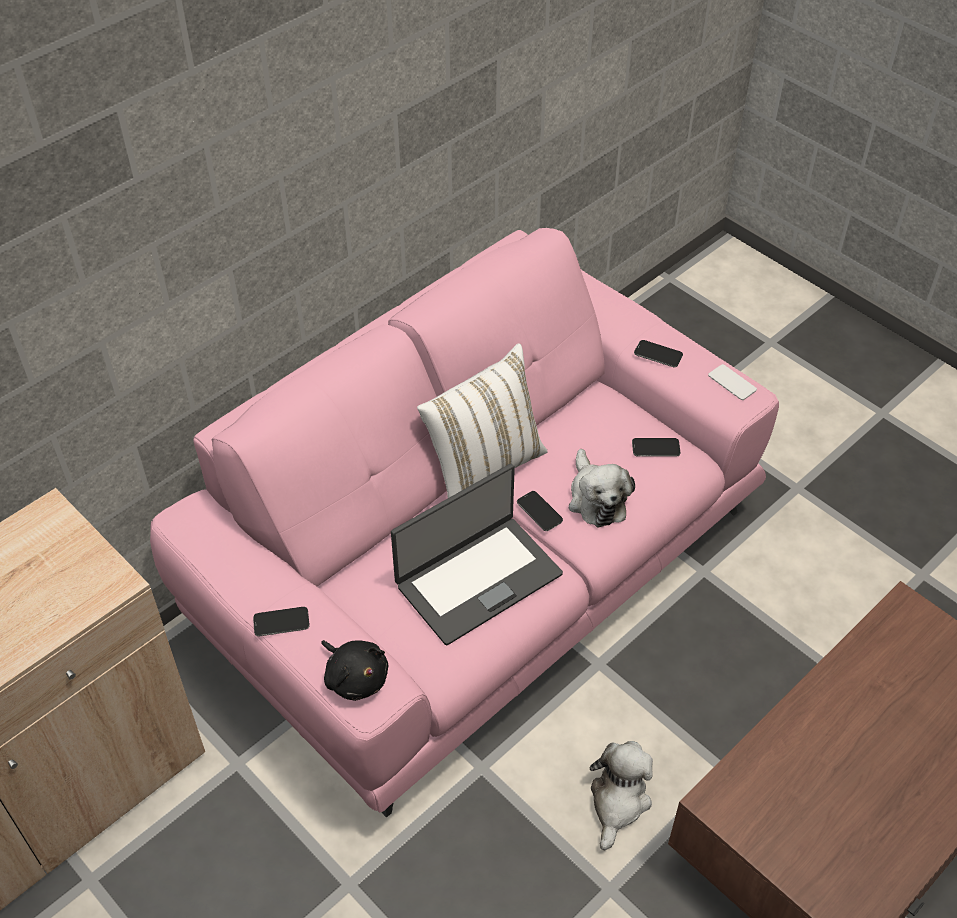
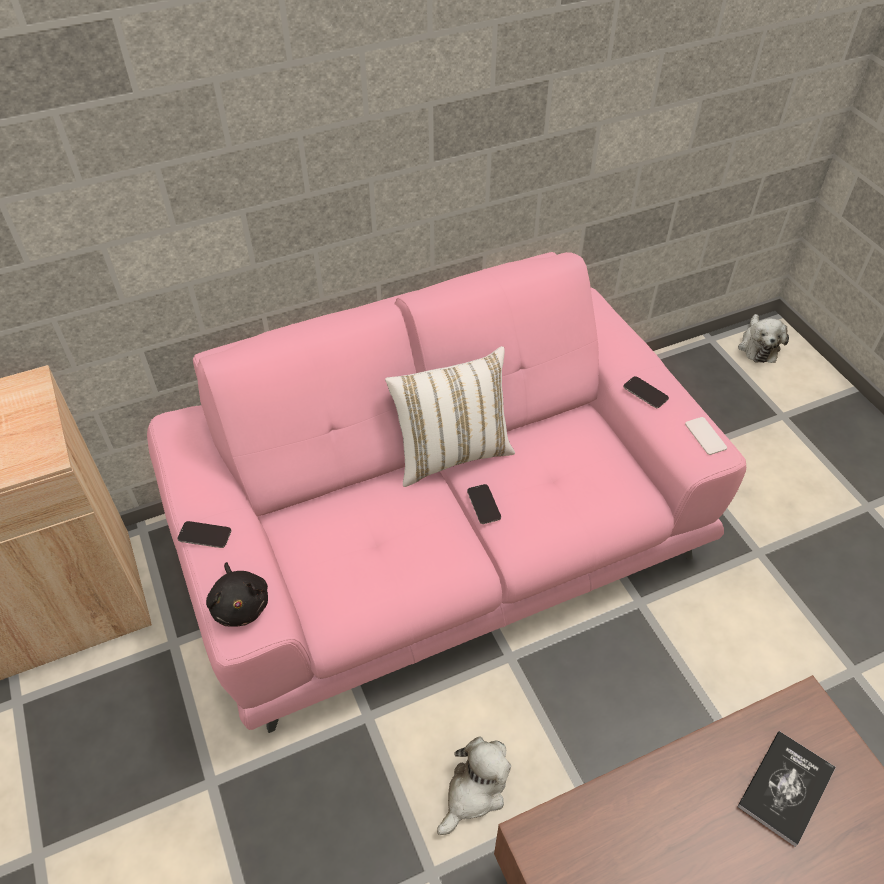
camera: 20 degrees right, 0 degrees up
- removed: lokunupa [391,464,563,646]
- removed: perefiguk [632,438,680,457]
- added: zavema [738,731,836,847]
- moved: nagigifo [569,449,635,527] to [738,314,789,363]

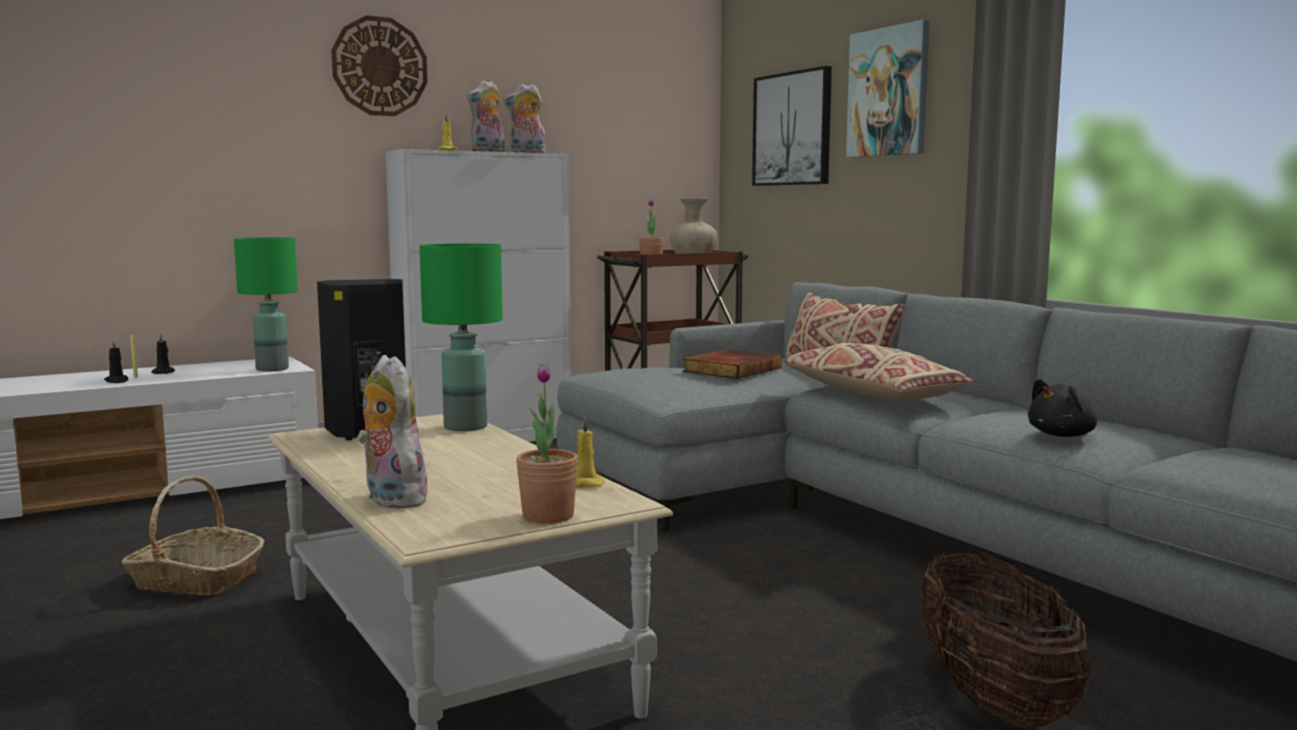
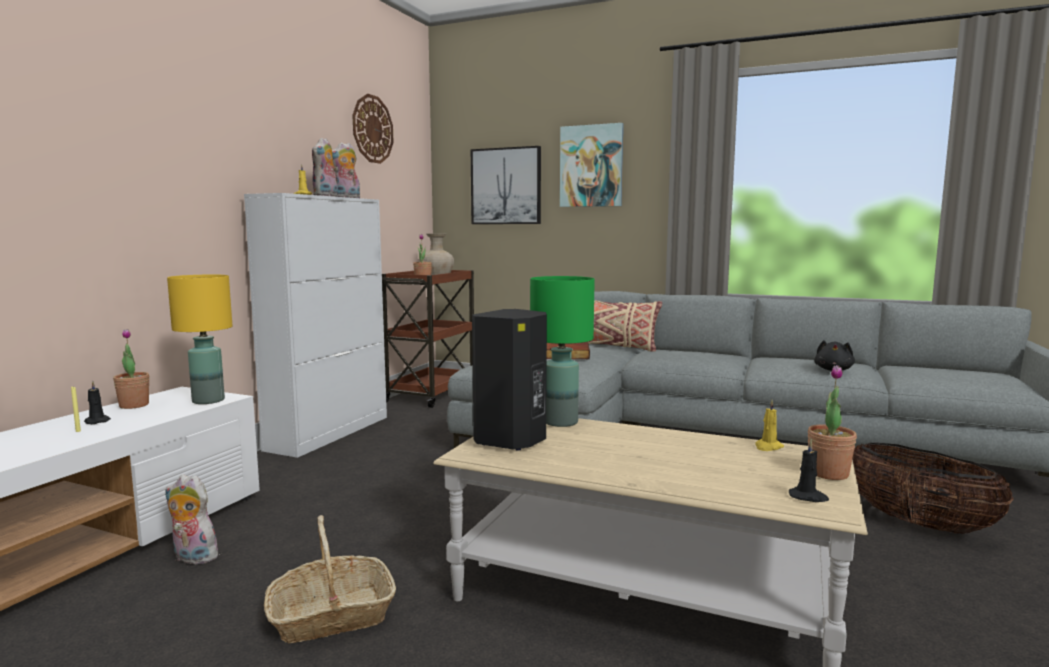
camera: 35 degrees left, 0 degrees up
- removed: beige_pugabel [785,343,974,402]
- added: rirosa [113,329,149,409]
- moved: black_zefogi [104,339,128,383] to [789,439,829,502]
- moved: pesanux [331,15,428,116] to [352,94,394,164]
- moved: nagigifo [357,355,428,509] to [165,474,224,564]
- recoloured: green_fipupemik [234,237,298,371] to yellow_fipupemik [167,274,232,404]

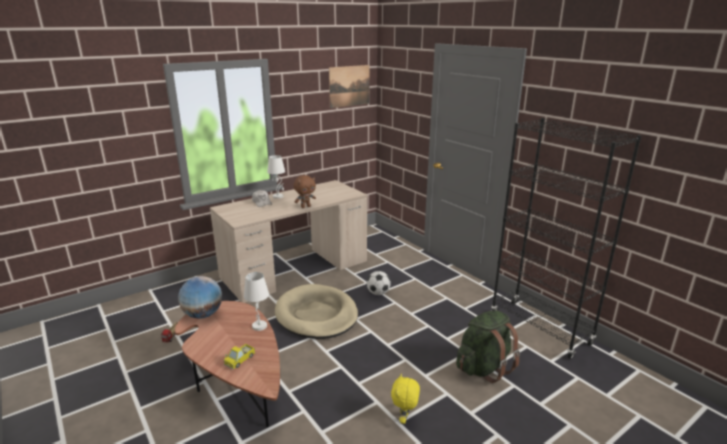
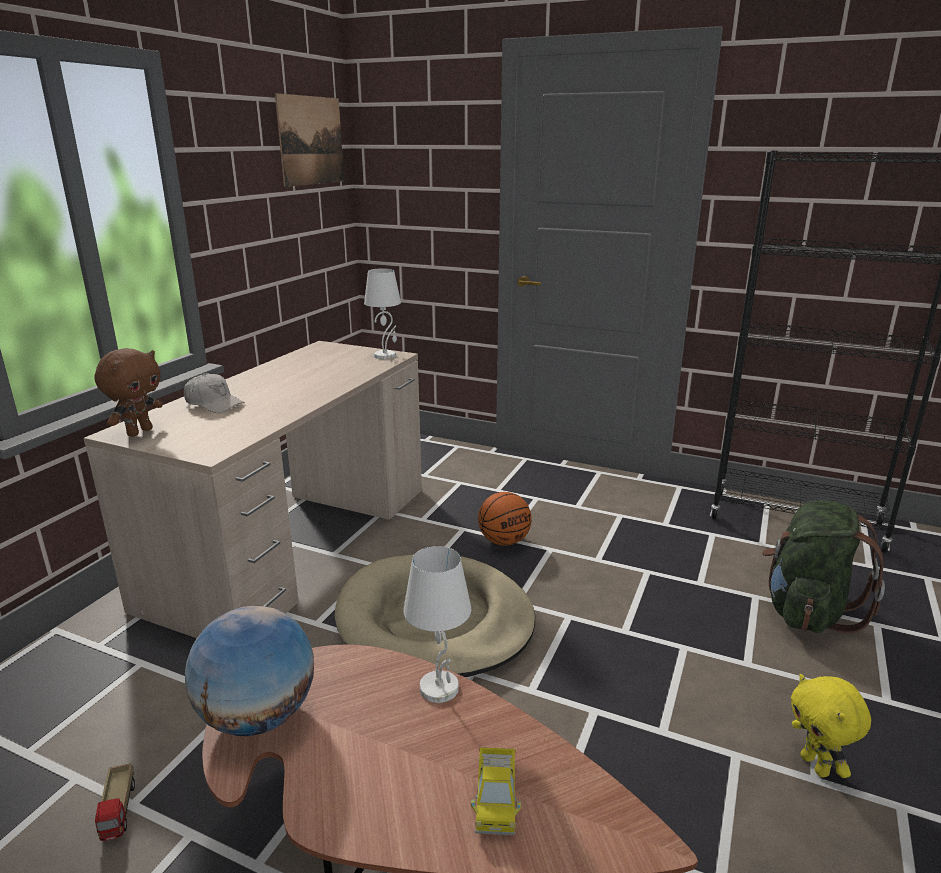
camera: 30 degrees left, 0 degrees up
- moved: white_fipupemik [267,155,285,199] to [364,269,401,359]
- moved: brown_nagigifo [294,175,316,208] to [95,348,162,437]
- replaced: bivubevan [367,271,391,295] to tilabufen [478,492,532,546]

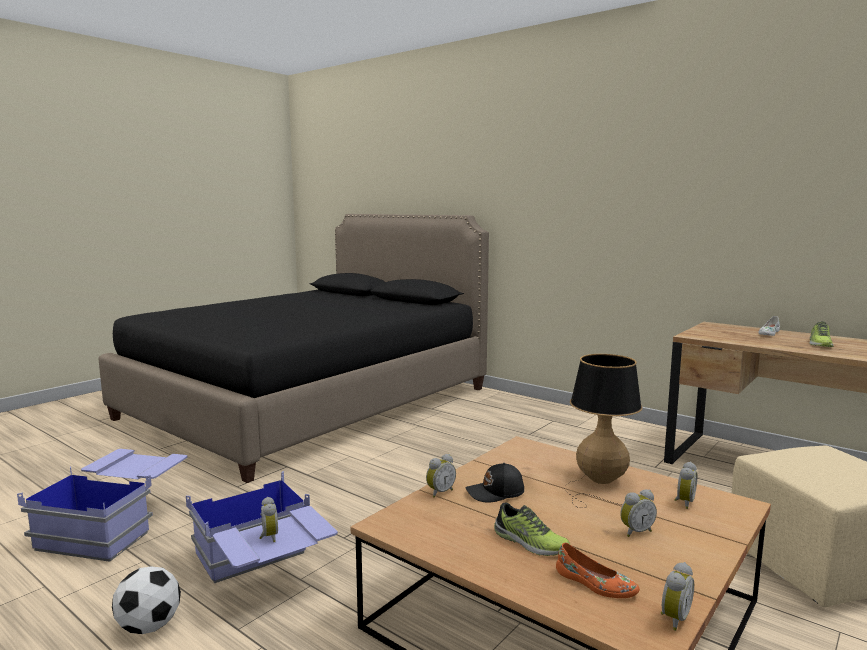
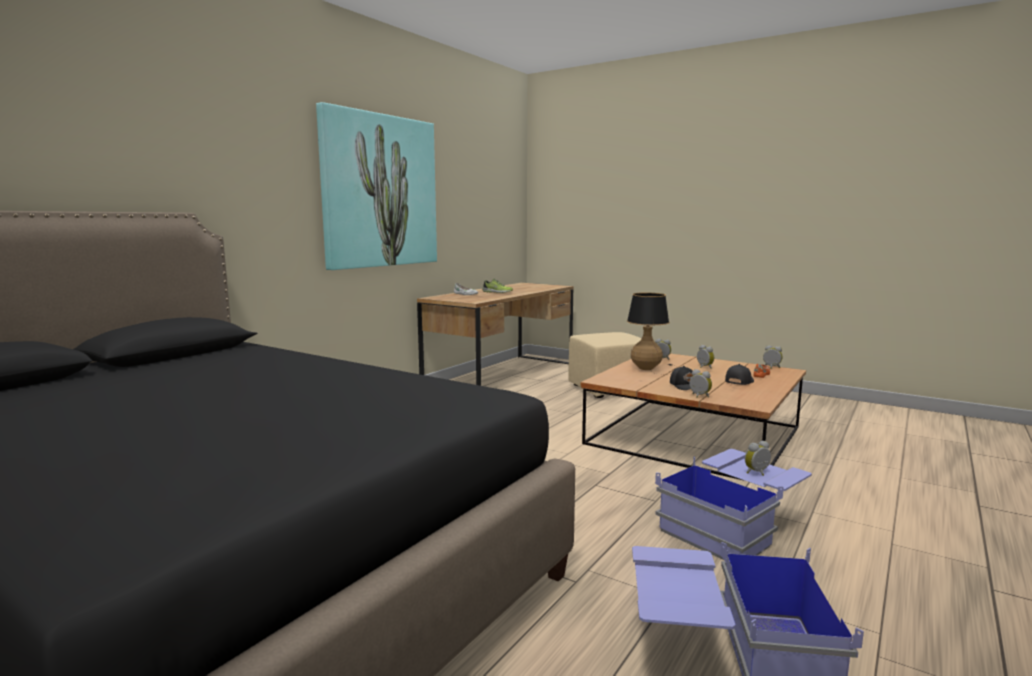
camera: 95 degrees left, 0 degrees up
- removed: bivubevan [112,566,181,634]
- added: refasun [316,102,437,270]
- replaced: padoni [494,503,570,556] to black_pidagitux [725,364,754,385]

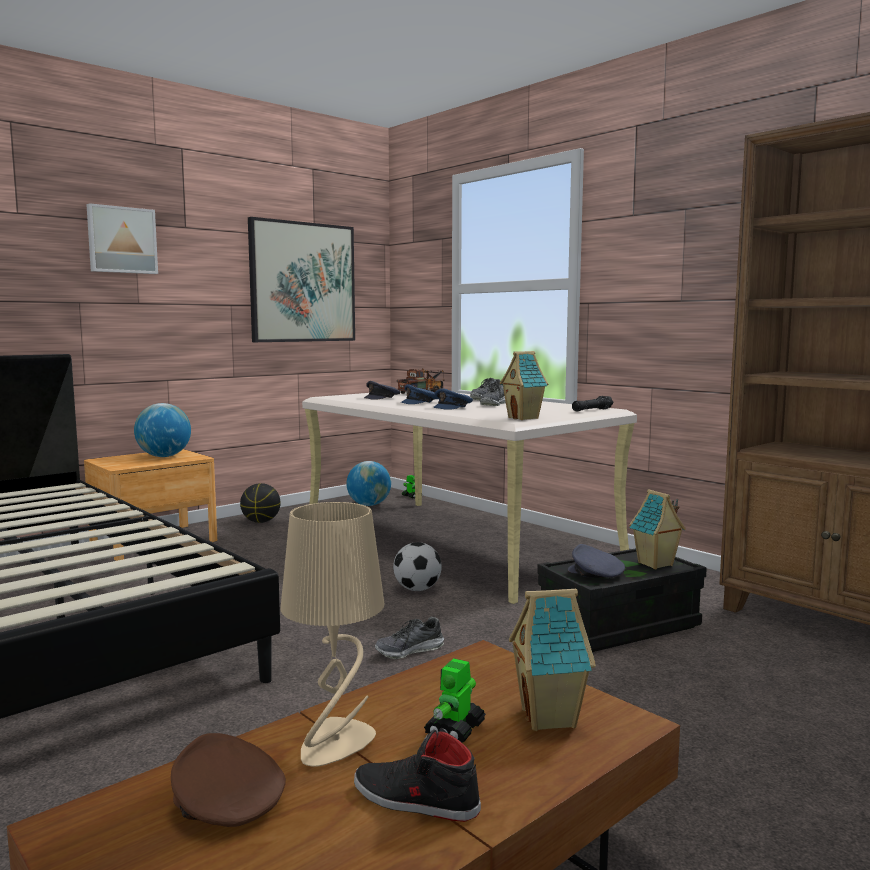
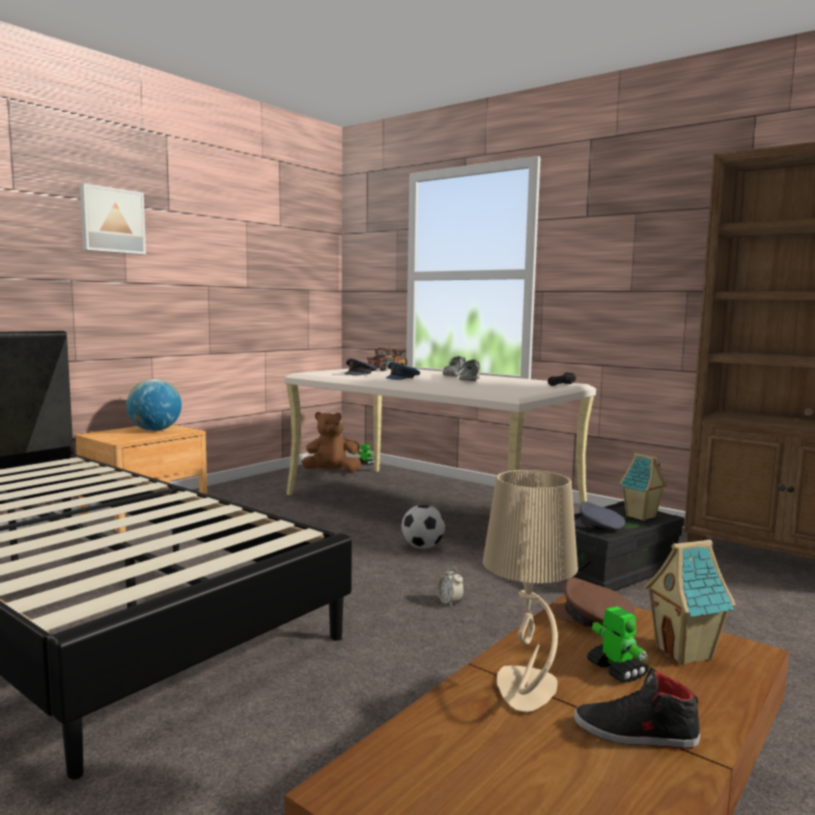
camera: 10 degrees left, 0 degrees up
- removed: tilabufen [240,483,281,523]
- removed: refasun [248,217,355,342]
- removed: blue_pidagitux [433,388,473,410]
- removed: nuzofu [500,351,548,420]
- moved: brown_pidagitux [171,733,286,827] to [554,577,635,627]
- replaced: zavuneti [346,461,391,506] to brown_nagigifo [301,412,361,472]
- replaced: padoni [375,617,444,659] to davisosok [437,567,464,607]
- turned: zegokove [424,658,486,742] = [587,606,649,683] 135 degrees clockwise

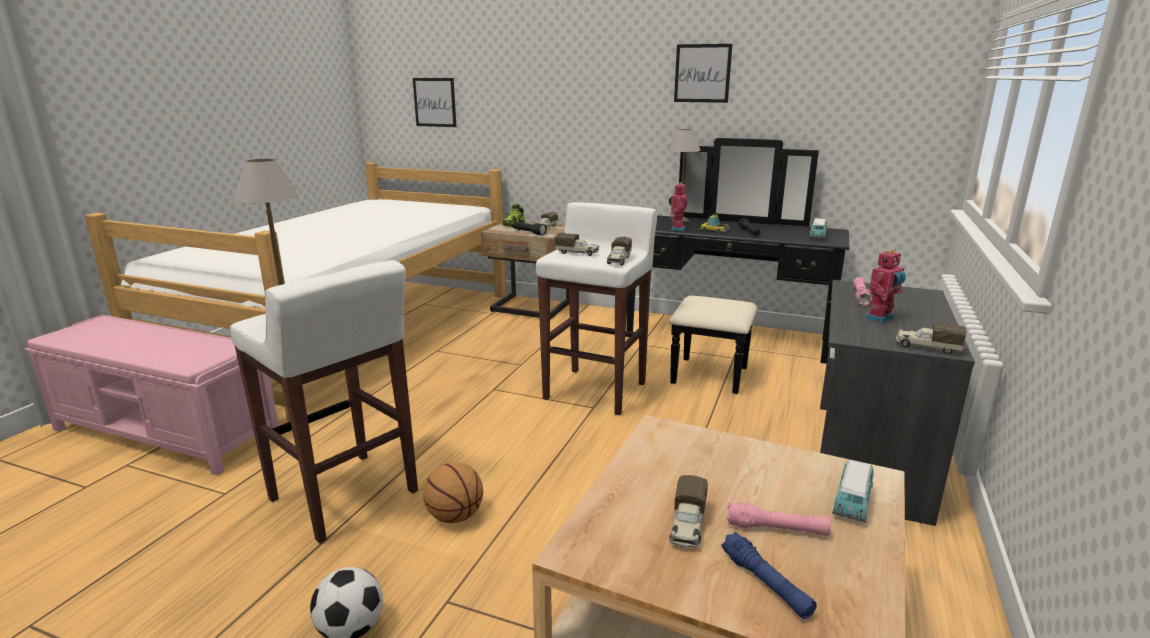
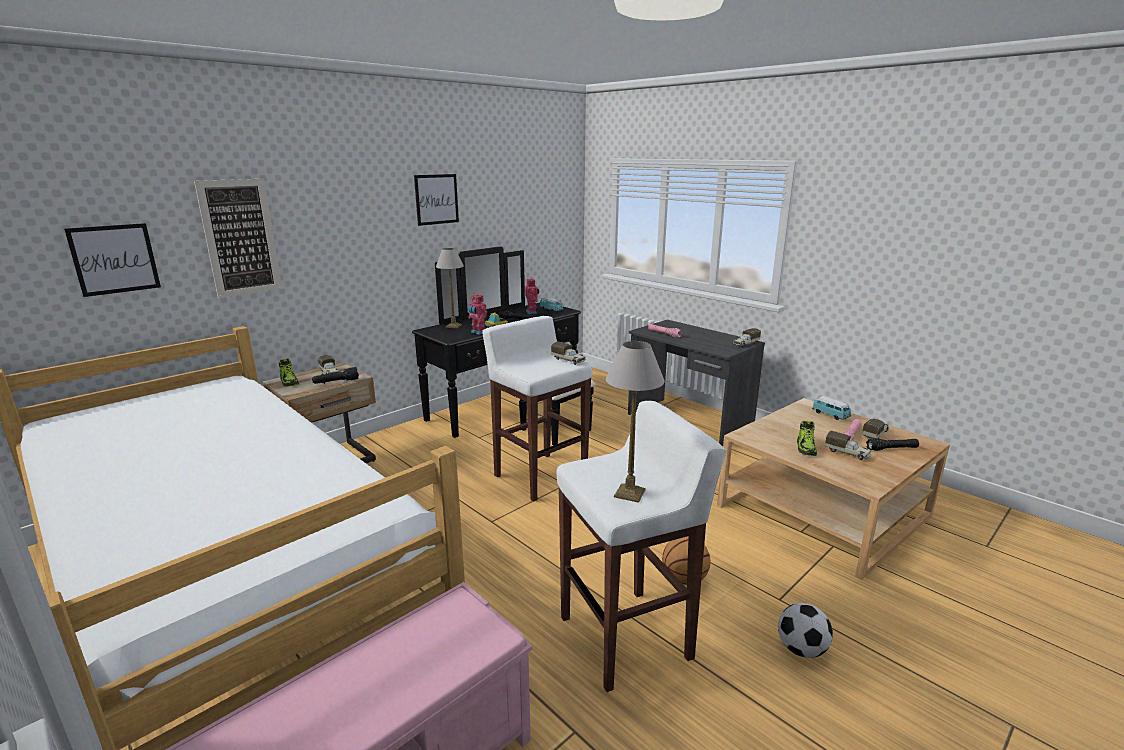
camera: 65 degrees left, 0 degrees up
- added: refasun [194,179,282,298]
- added: padoni [797,420,817,456]
- moved: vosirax [555,233,599,256] to [862,419,889,439]
- moved: zegokove [865,249,906,323] to [525,277,539,314]
- recoloured: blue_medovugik [721,532,817,619] to black_medovugik [866,438,919,451]

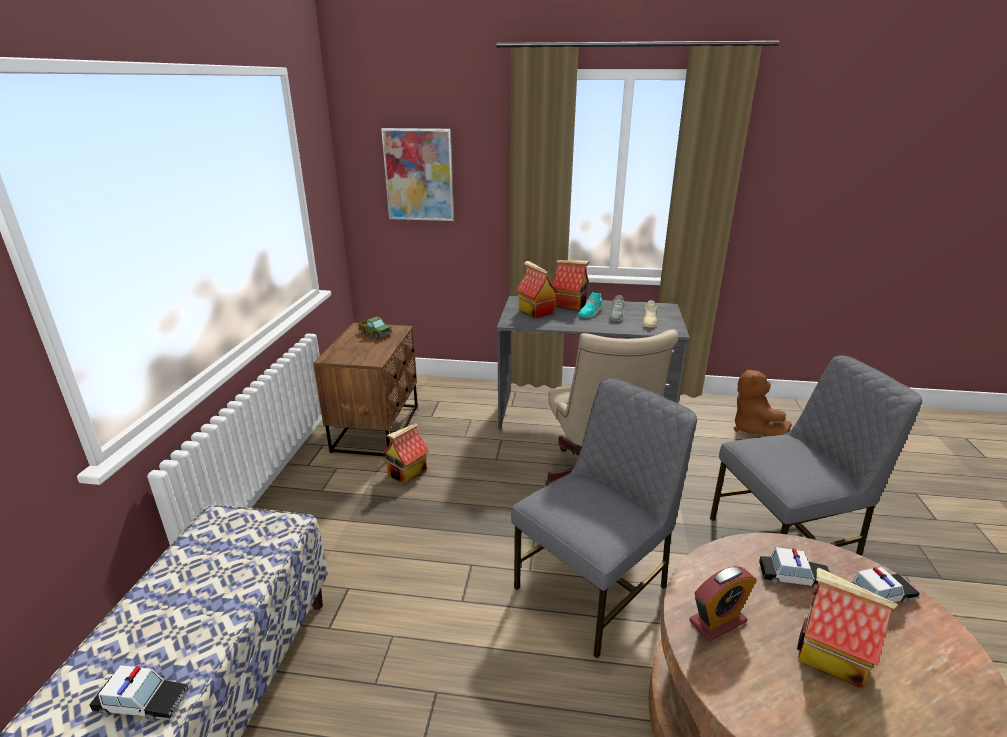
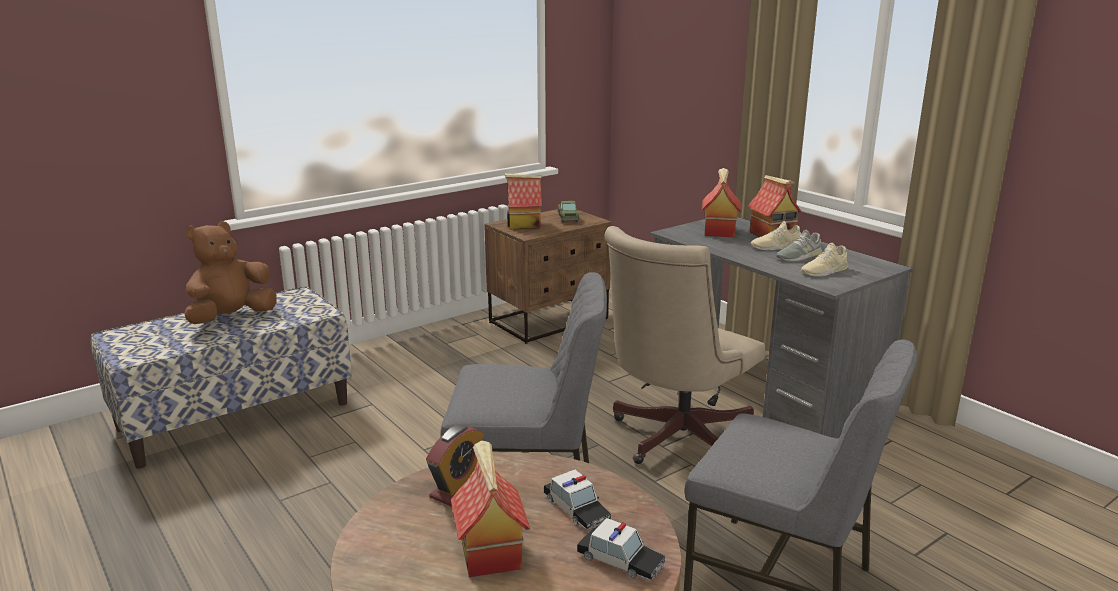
camera: 45 degrees right, 5 degrees down
- removed: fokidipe [89,665,190,721]
- removed: refasun [381,128,454,221]
- moved: nuzofu [382,423,429,483] to [504,173,542,229]
- moved: brown_nagigifo [734,366,792,437] to [184,222,277,324]
- recoloured: turquoise_padoni [578,292,603,318] to beige_padoni [751,221,801,250]
- turned: davisosok [689,566,757,641] = [426,425,483,507] 75 degrees counterclockwise

